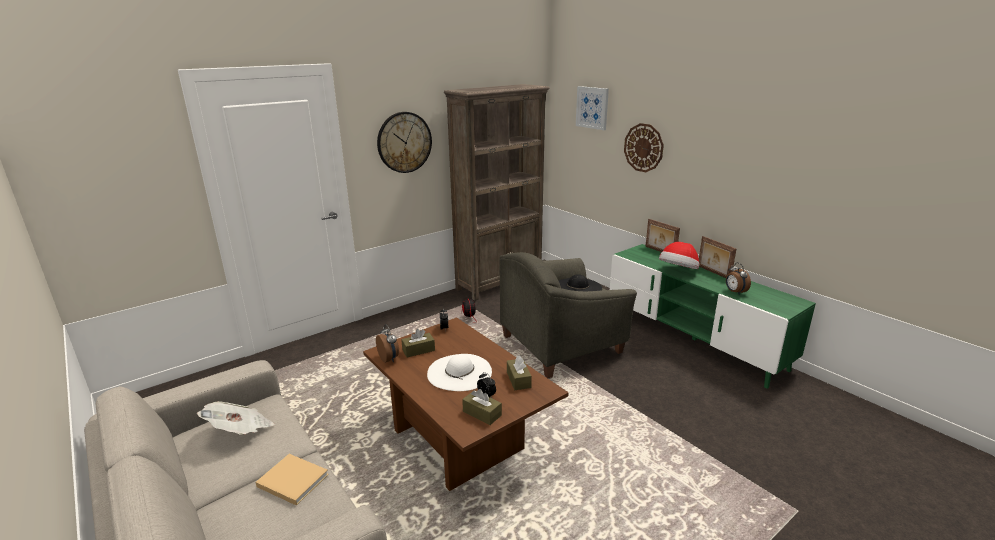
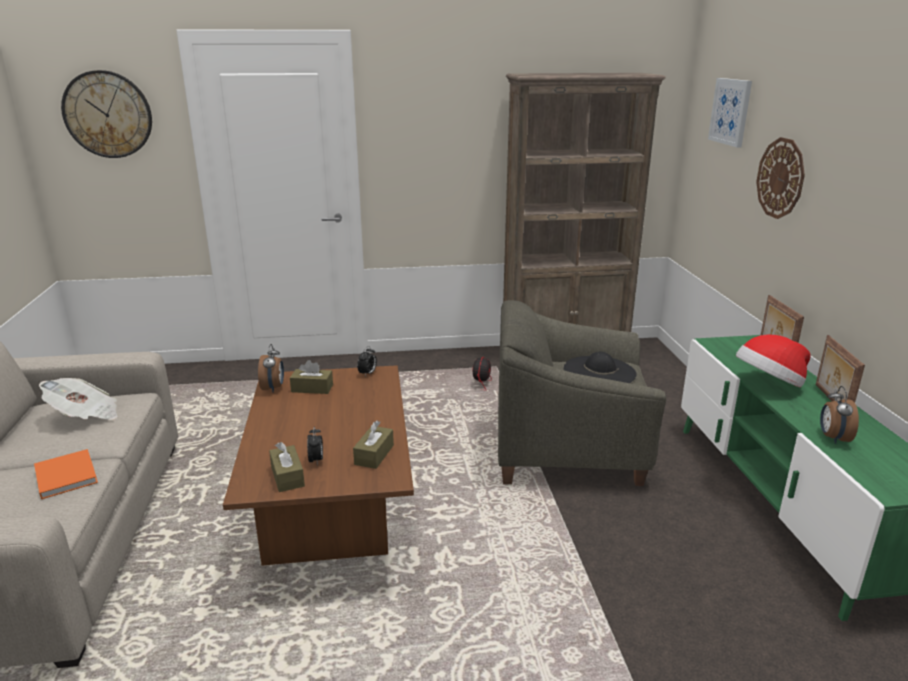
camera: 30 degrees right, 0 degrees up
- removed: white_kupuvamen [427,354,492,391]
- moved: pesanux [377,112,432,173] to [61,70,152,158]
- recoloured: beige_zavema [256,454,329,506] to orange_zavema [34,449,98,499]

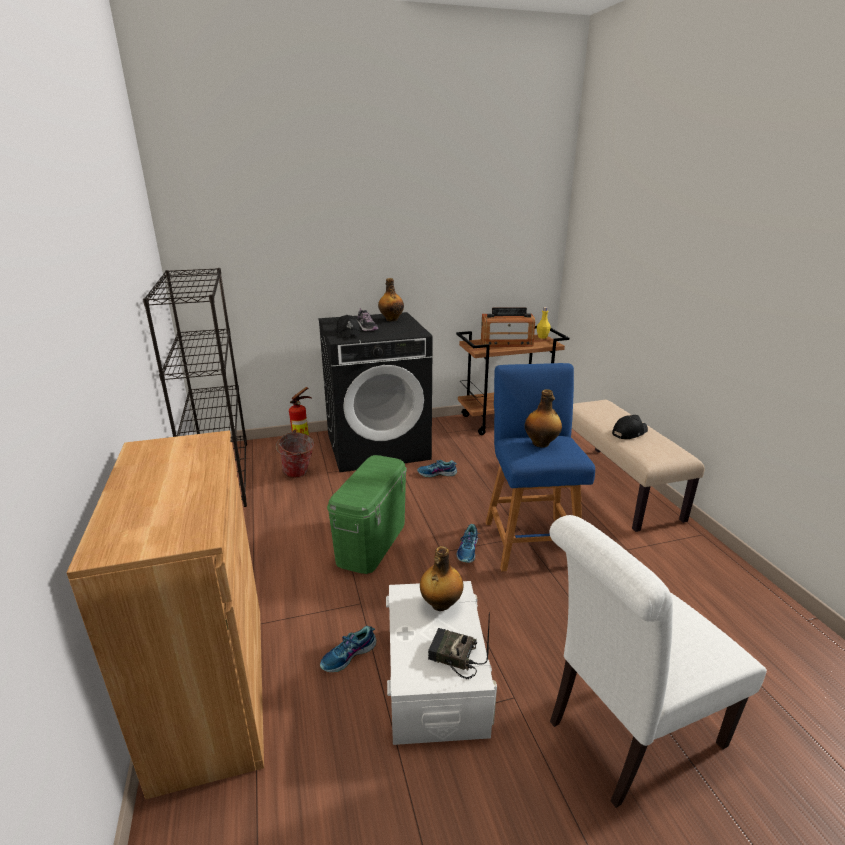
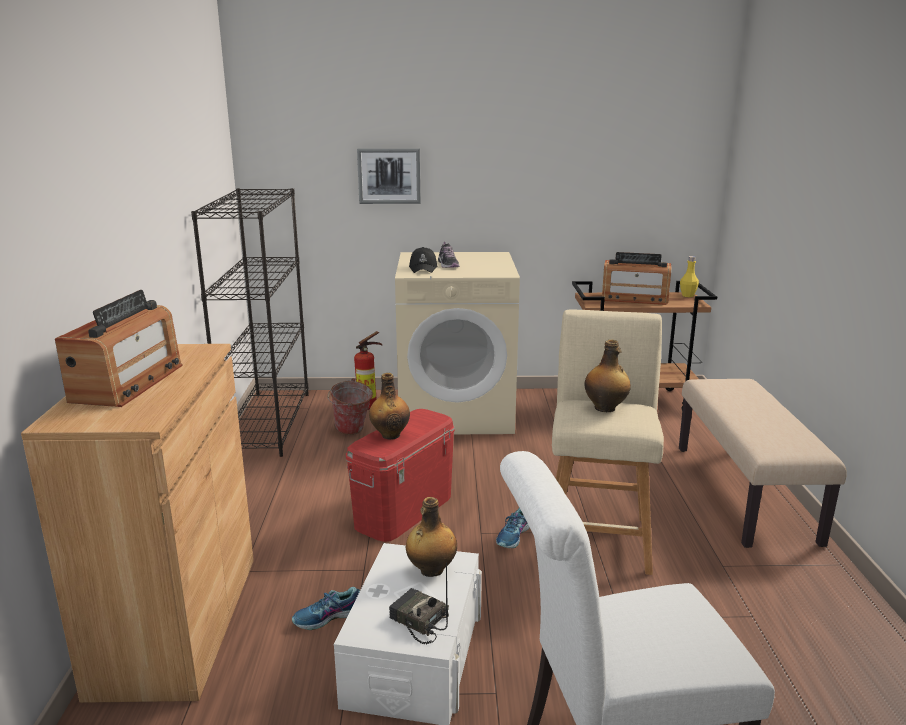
camera: 15 degrees right, 5 degrees down
- removed: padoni [417,460,457,477]
- removed: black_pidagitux [612,415,648,439]
- added: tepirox [55,290,183,407]
- added: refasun [357,148,421,204]
- moved: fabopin [378,278,404,322] to [369,373,410,440]
- recoloured: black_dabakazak [318,312,433,472] to beige_dabakazak [395,252,520,435]
- recoloured: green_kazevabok [327,455,407,574] to red_kazevabok [346,409,455,542]
- recoloured: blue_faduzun [486,363,595,571] to beige_faduzun [552,310,664,575]

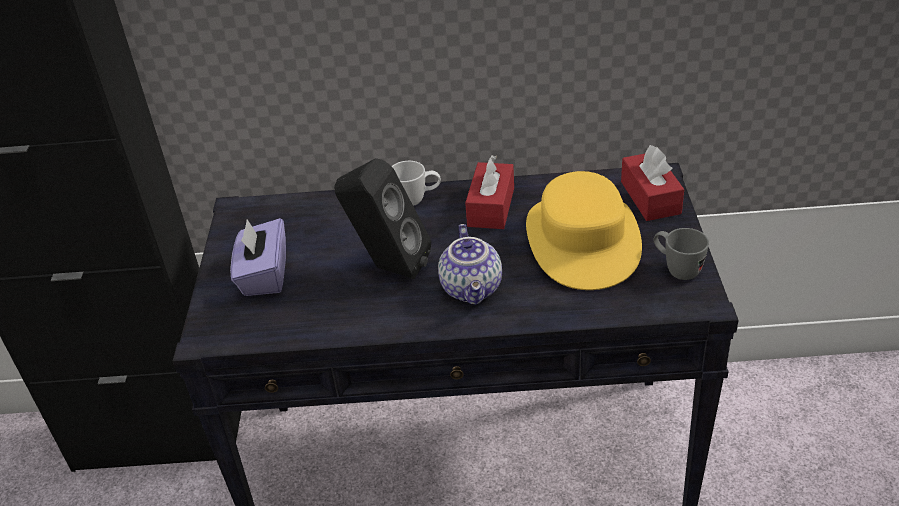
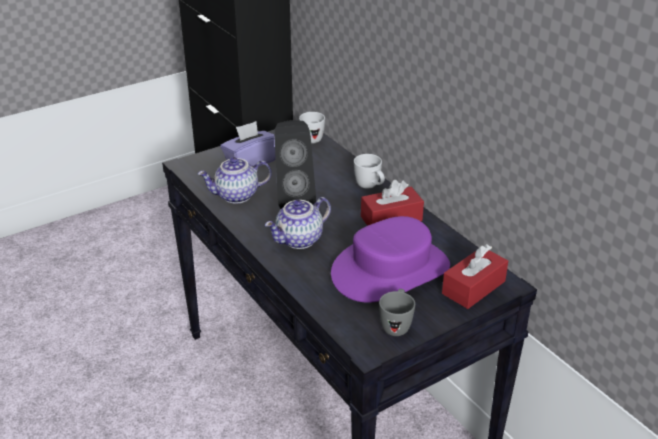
camera: 55 degrees right, 5 degrees down
- added: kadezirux [198,157,272,204]
- added: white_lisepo [299,112,325,143]
- recoloured: yellow_kupuvamen [526,171,642,290] to purple_kupuvamen [331,216,450,303]

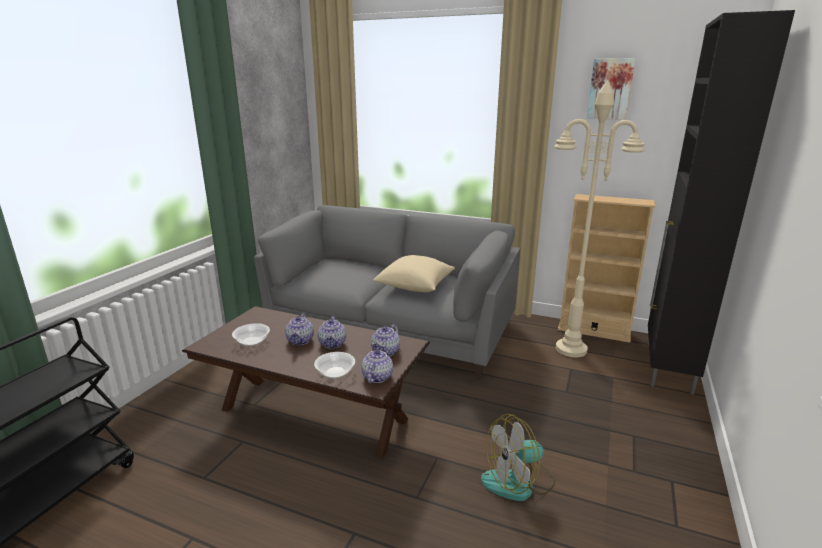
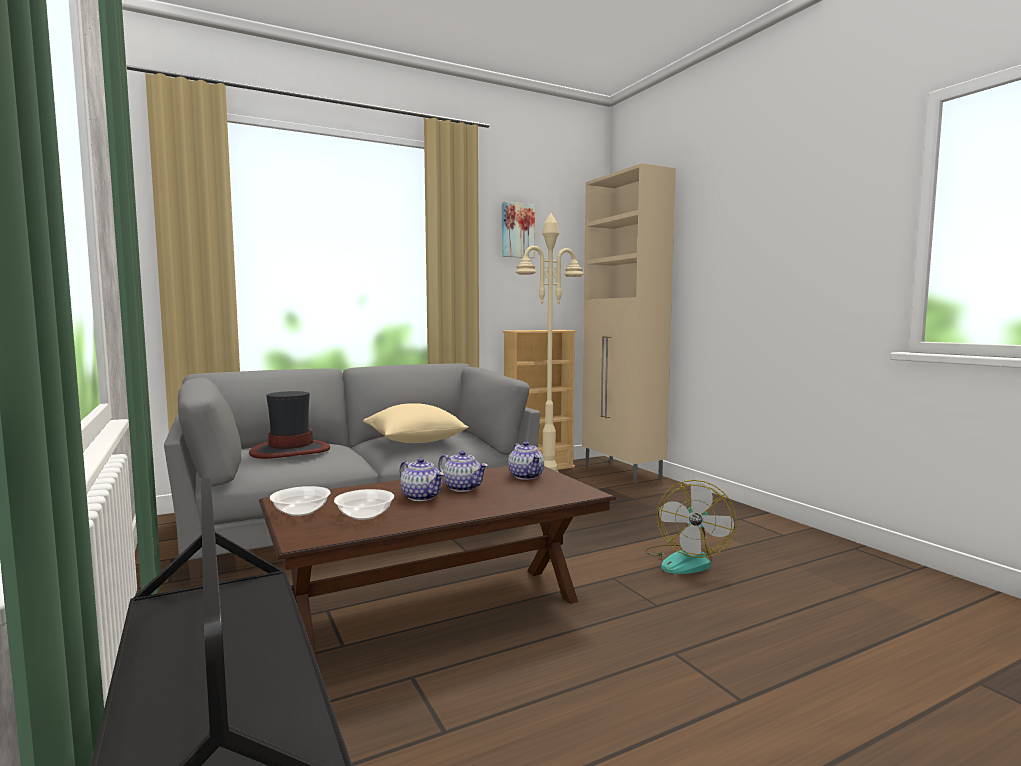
camera: 50 degrees left, 15 degrees down
- removed: kadezirux [361,345,393,383]
- added: kupuvamen [249,391,330,459]
- moved: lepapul [314,352,355,378] to [270,486,331,516]
- recoloured: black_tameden [648,10,795,395] to beige_tameden [582,163,676,484]

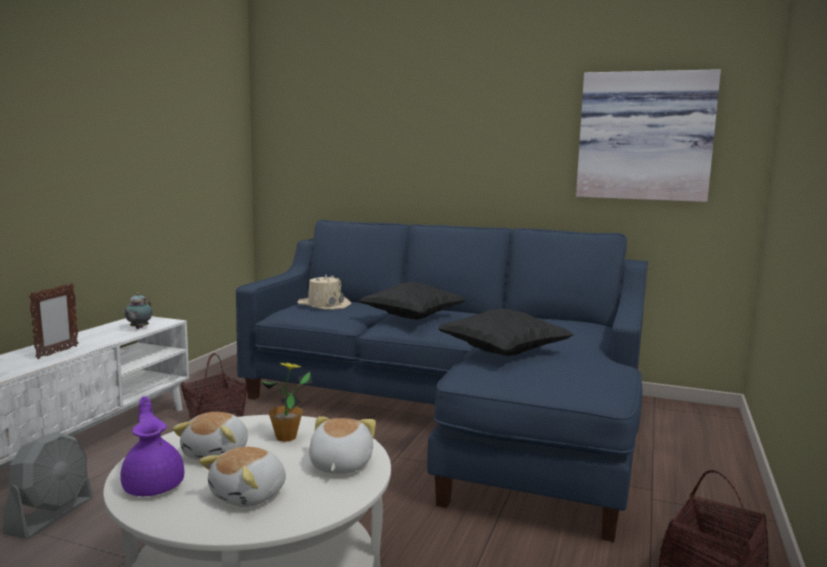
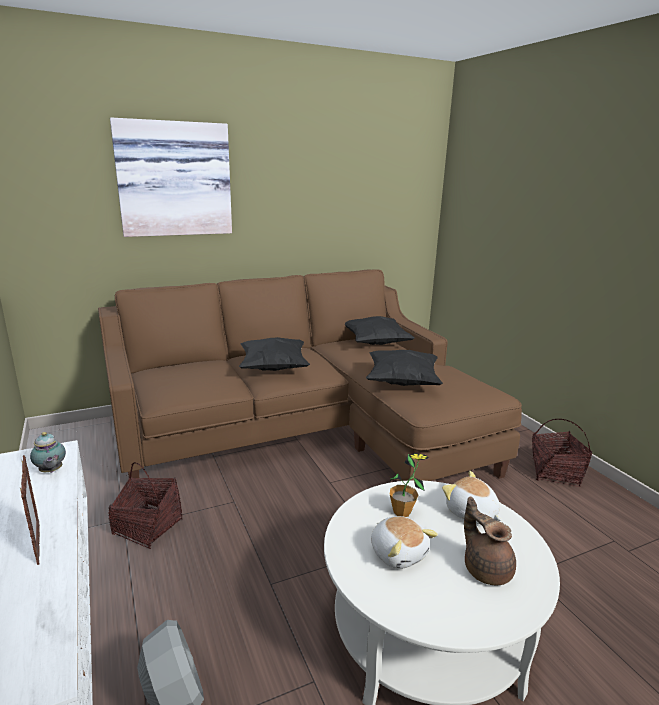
camera: 45 degrees left, 10 degrees up
- removed: purple_kadezirux [120,396,184,496]
- removed: beige_kupuvamen [297,275,351,310]
- added: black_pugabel [345,316,414,345]
- moved: refasun [576,69,721,202] to [110,118,232,237]
- replaced: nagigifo [199,447,286,507] to brown_kadezirux [464,497,516,585]
- recoloured: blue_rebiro [236,220,648,542] to brown_rebiro [98,269,522,486]

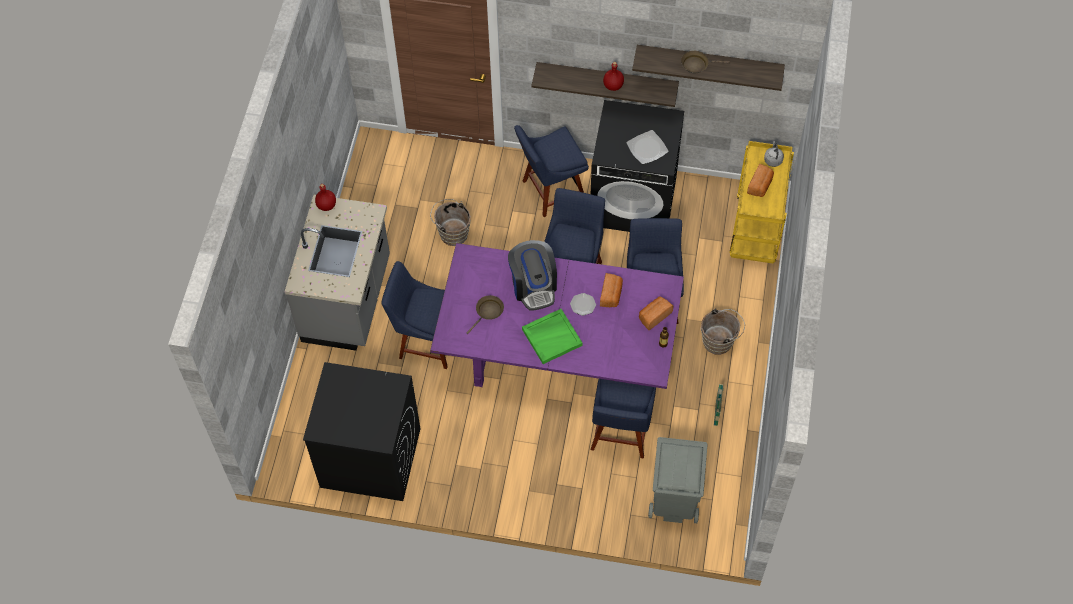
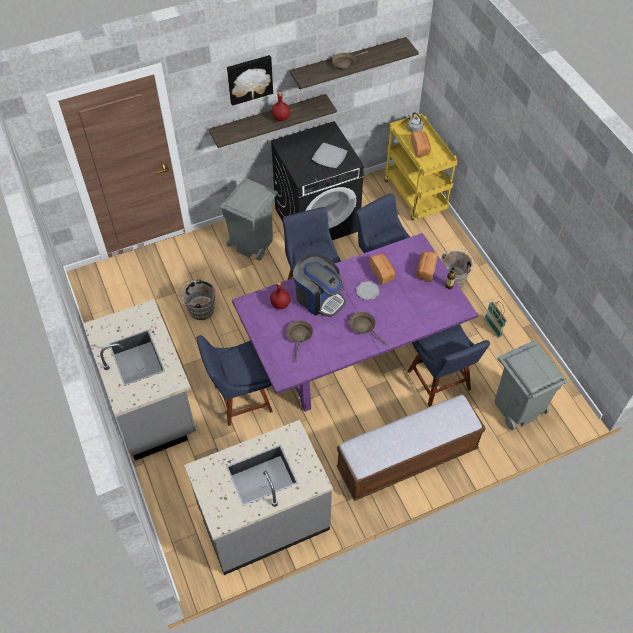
camera: 35 degrees left, 5 degrees down
- added: refasun [227,55,273,106]
- added: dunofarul [336,394,486,501]
- moved: red_fabopin [315,184,336,211] to [270,282,290,309]
- replaced: black_dabakazak [303,362,420,501] to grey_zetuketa [184,420,333,575]
- replaced: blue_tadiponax [514,125,589,217] to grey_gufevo [220,178,278,261]
- replaced: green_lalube [522,309,582,364] to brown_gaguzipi [349,312,387,345]

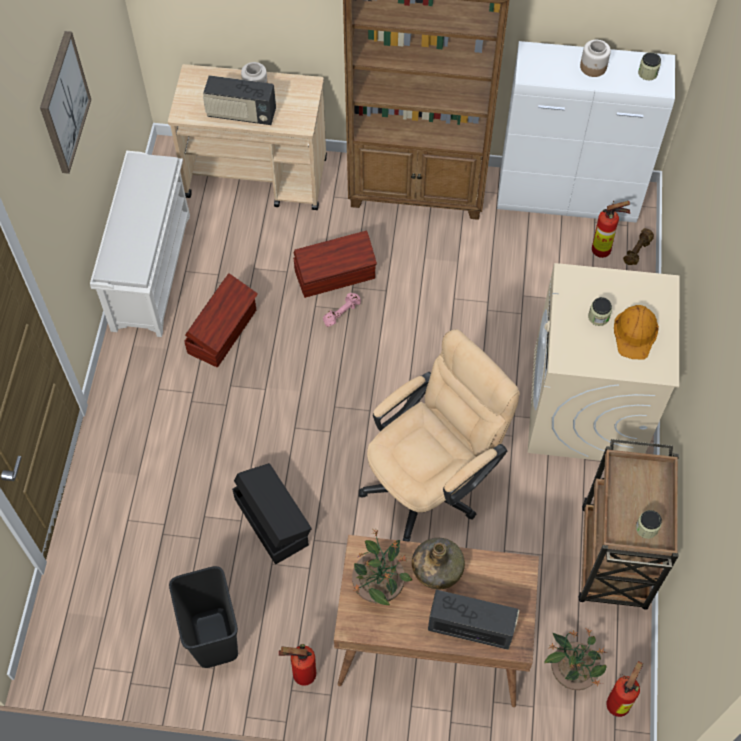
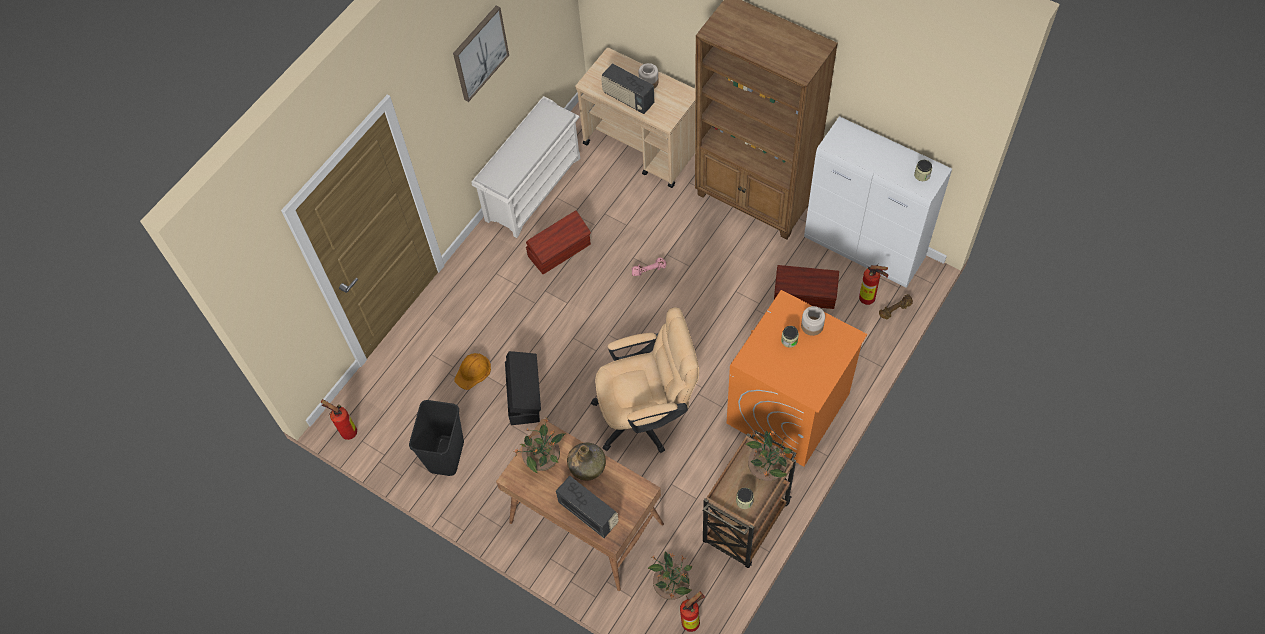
camera: 30 degrees right, 0 degrees up
- added: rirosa [746,430,792,481]
- moved: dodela [278,644,316,686] to [320,399,357,440]
- moved: brown_kazevabok [293,231,377,298] to [774,265,839,309]
- moved: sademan [580,40,611,77] to [801,306,825,336]
- moved: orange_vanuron [614,305,659,360] to [454,353,491,390]
- recoloured: beige_dabakazak [528,263,679,461] to orange_dabakazak [727,290,867,467]

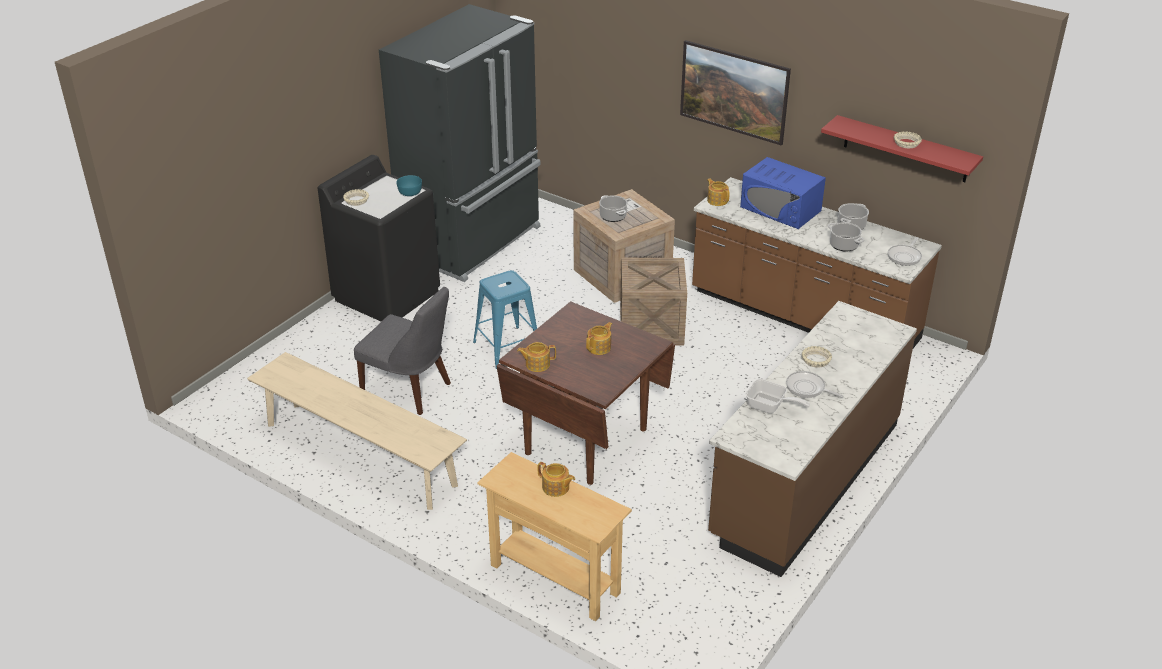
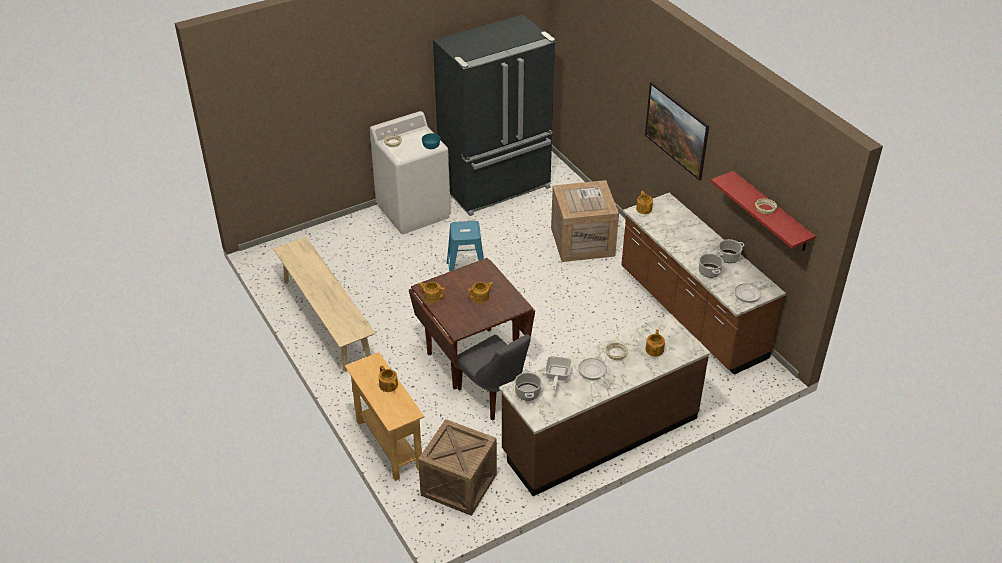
camera: 25 degrees right, 5 degrees up
- removed: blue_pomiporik [740,157,826,229]
- added: kadezirux [646,329,665,357]
- moved: grey_tadiponax [354,287,451,415] to [457,334,531,421]
- moved: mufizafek [599,195,628,222] to [514,370,542,401]
- moved: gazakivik [620,258,687,346] to [418,419,497,516]
- recoloured: black_dabakazak [317,155,440,322] to white_dabakazak [370,111,451,234]
- turned: gaguzipi [746,379,810,413] = [545,356,572,390] 45 degrees clockwise

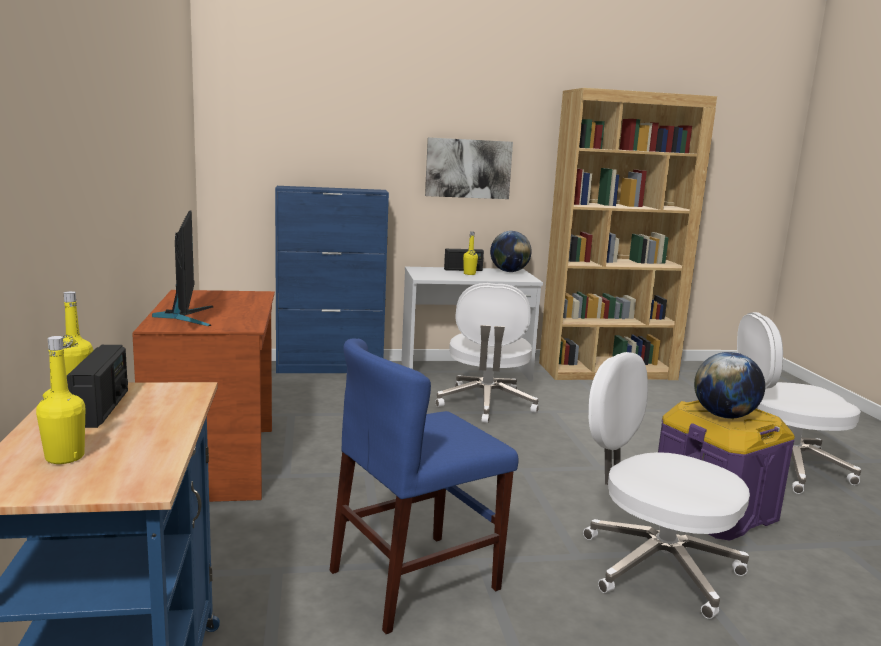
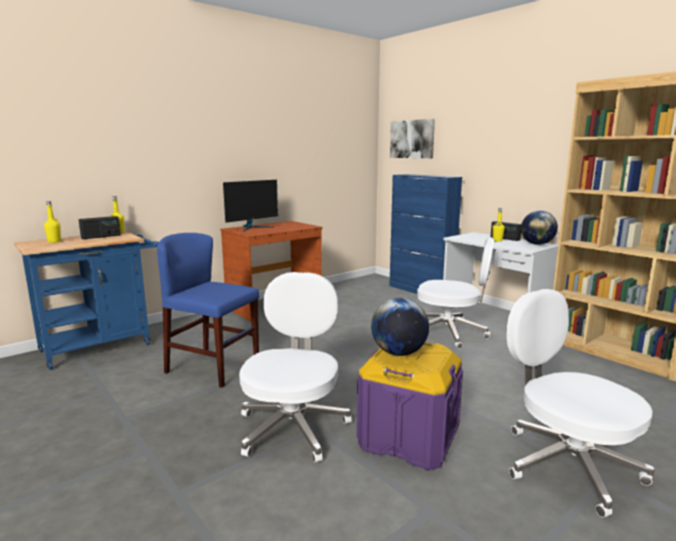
camera: 60 degrees right, 0 degrees up
- moved: refasun [425,137,513,199] to [390,119,435,158]
- turned: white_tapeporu [436,283,539,423] = [417,237,494,349] 135 degrees counterclockwise

